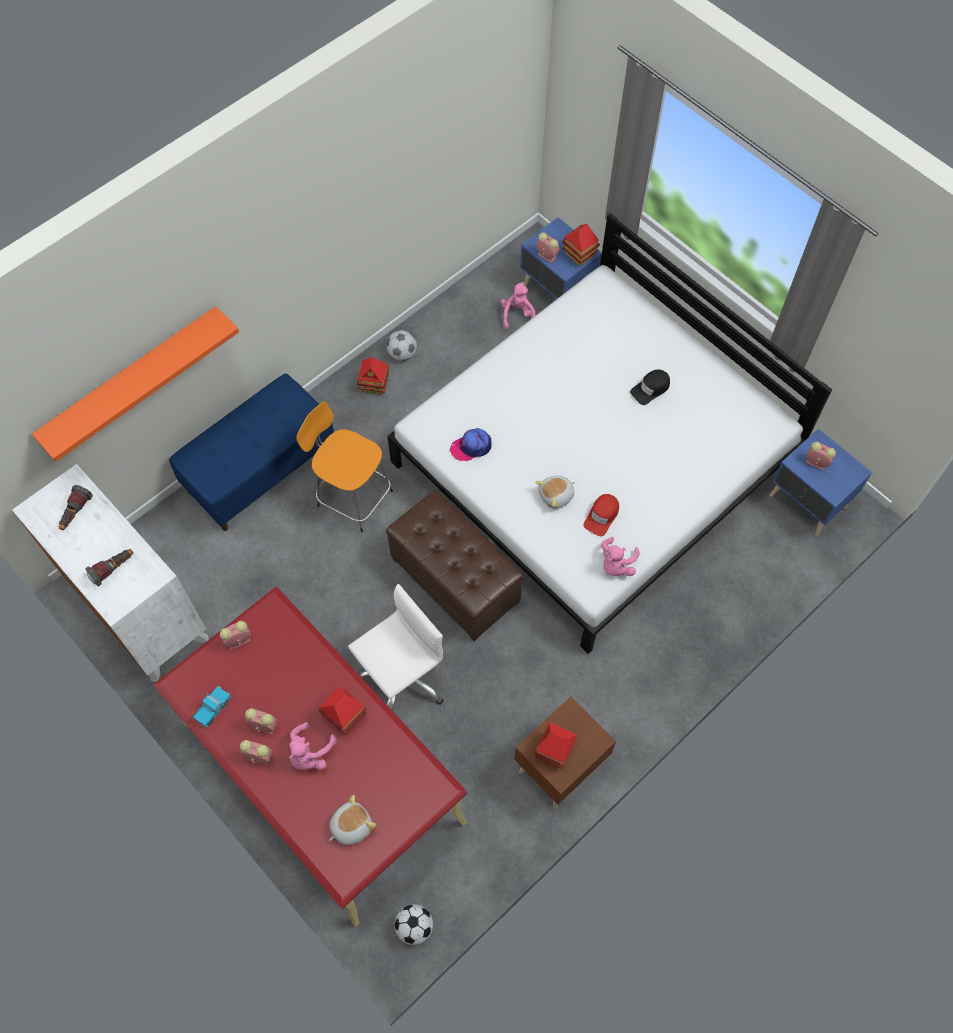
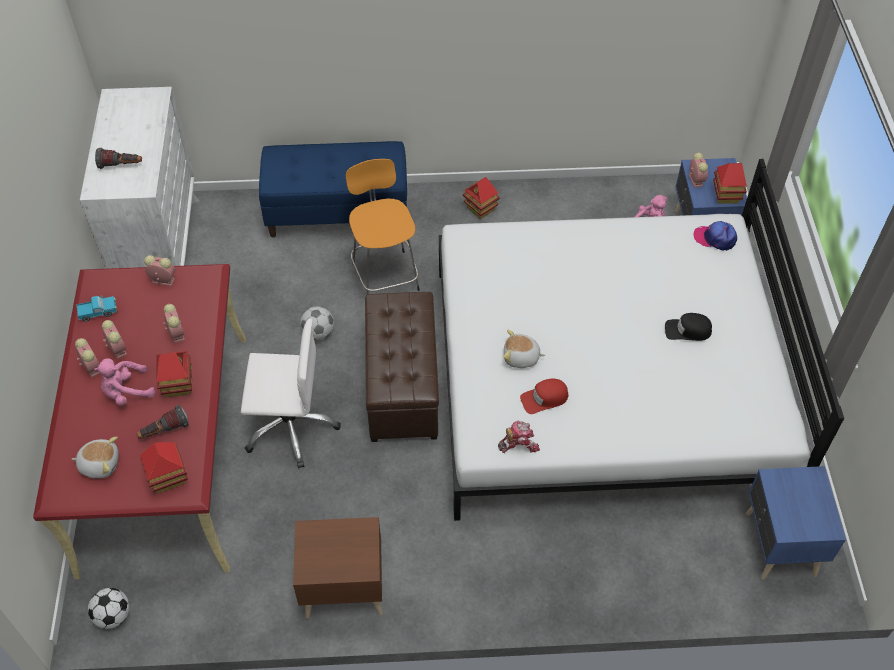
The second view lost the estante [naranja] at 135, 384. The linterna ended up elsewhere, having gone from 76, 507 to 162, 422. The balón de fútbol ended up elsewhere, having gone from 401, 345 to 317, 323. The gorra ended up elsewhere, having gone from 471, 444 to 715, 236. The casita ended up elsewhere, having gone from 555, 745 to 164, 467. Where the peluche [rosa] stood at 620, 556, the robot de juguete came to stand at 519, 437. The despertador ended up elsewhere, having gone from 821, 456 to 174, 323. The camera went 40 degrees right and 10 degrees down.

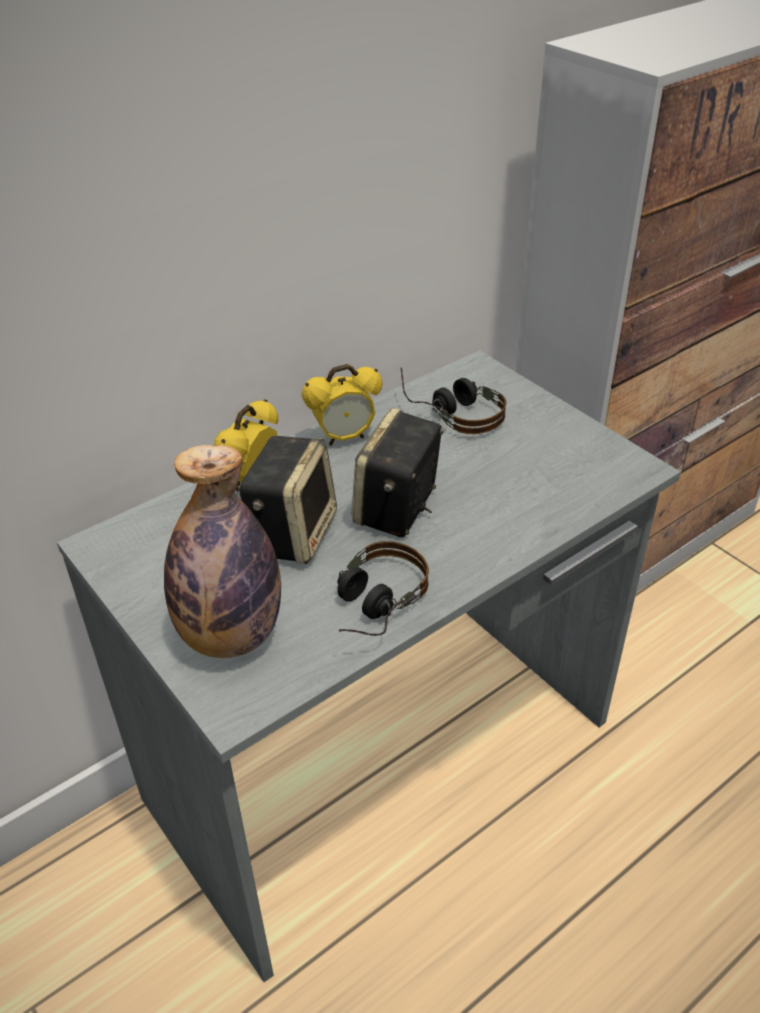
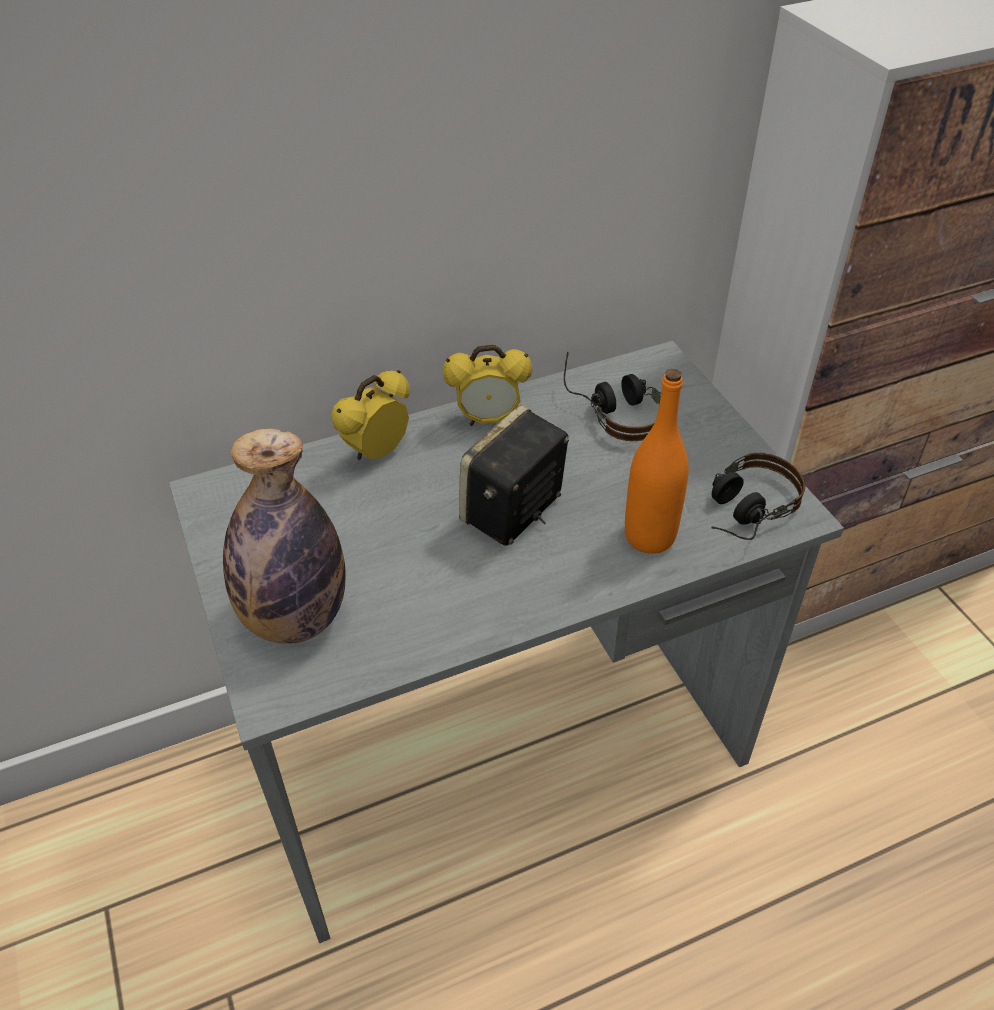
The second view lost the altavoz at 287, 500. The auriculares ended up elsewhere, having gone from 383, 588 to 758, 496. The second view gained the botella [naranja] at 657, 461. The camera went 15 degrees right and 5 degrees up.

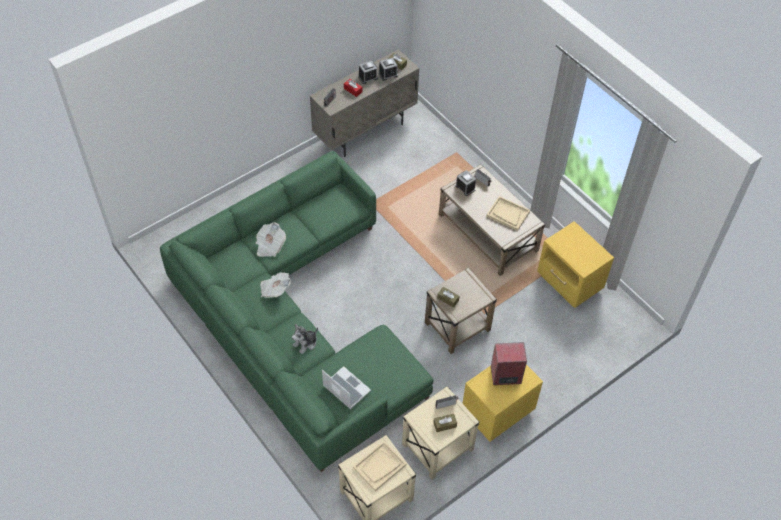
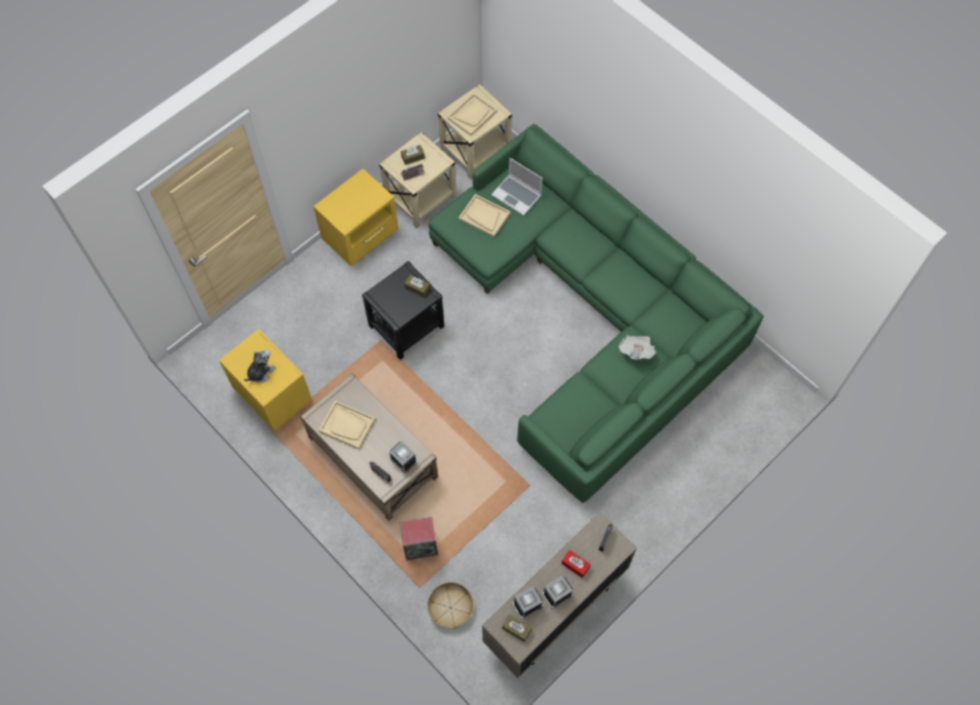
The second view lost the periódico at 276, 285. The peluche ended up elsewhere, having gone from 305, 339 to 260, 366. What was the mesa auxiliar [beis] at 461, 311 turned into the mesa auxiliar [negro] at 403, 310. The altavoz ended up elsewhere, having gone from 509, 363 to 419, 538. The second view gained the cesta at 450, 605. The second view gained the bandeja [beis] at 485, 215. The camera went 175 degrees right and 10 degrees up.

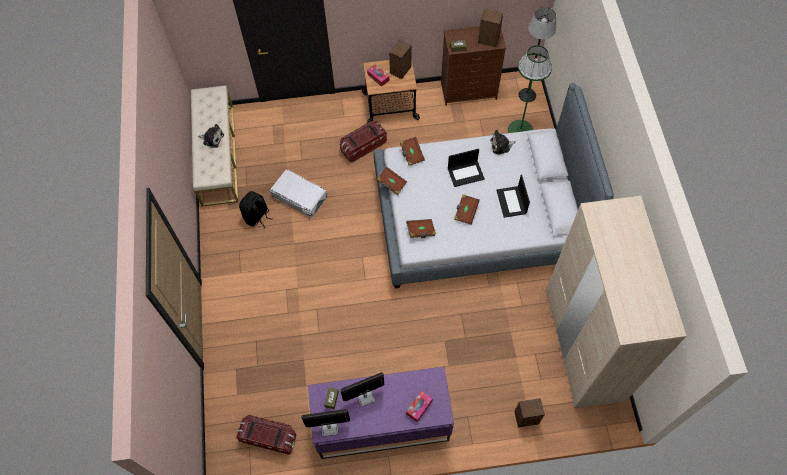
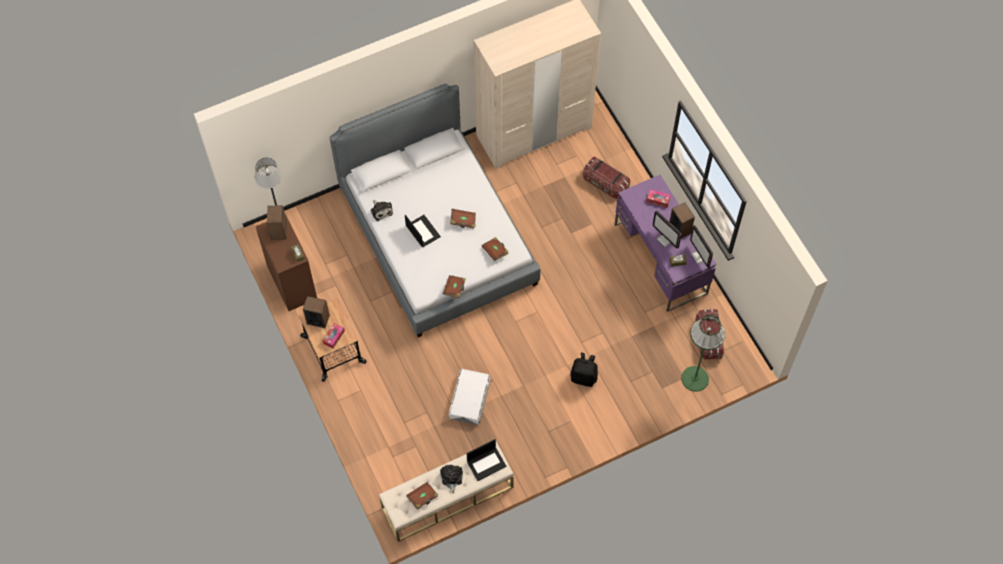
The mochila [negro] ended up elsewhere, having gone from 256, 209 to 584, 370. The caja de almacenaje ended up elsewhere, having gone from 363, 142 to 606, 178. The libro [marrón] ended up elsewhere, having gone from 412, 151 to 422, 495. The portátil ended up elsewhere, having gone from 513, 196 to 487, 460. The lámpara de pie [verde] ended up elsewhere, having gone from 530, 89 to 703, 353. The altavoz ended up elsewhere, having gone from 529, 413 to 682, 220. The camera went 110 degrees left and 0 degrees up.

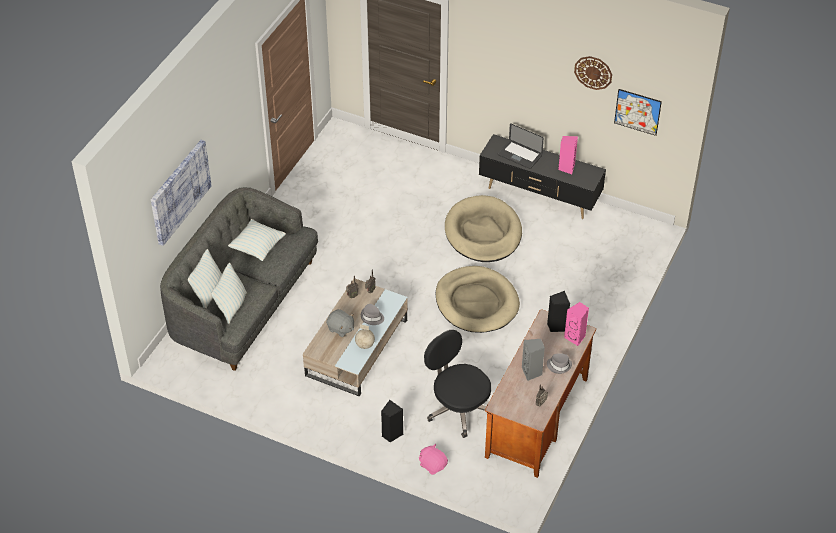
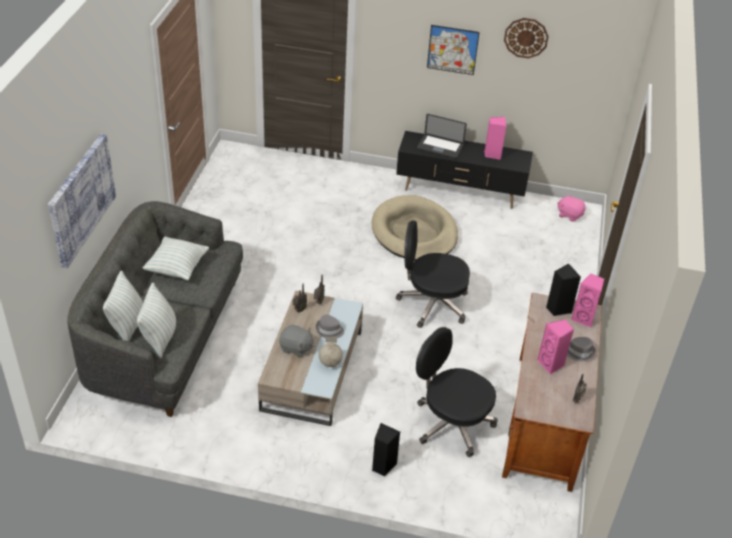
The peluche [rosa] ended up elsewhere, having gone from 433, 459 to 571, 208. Where the cama para perro [beis] stood at 477, 299, the silla de oficina [negro] came to stand at 433, 274. What was the altavoz [gris] at 533, 360 turned into the altavoz [rosa] at 556, 347. The cuadro ended up elsewhere, having gone from 638, 112 to 453, 50. The camera went 15 degrees left and 5 degrees down.

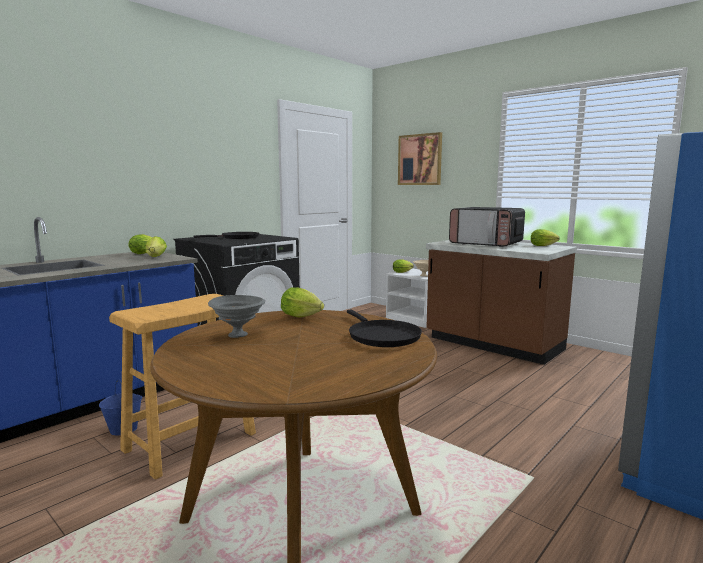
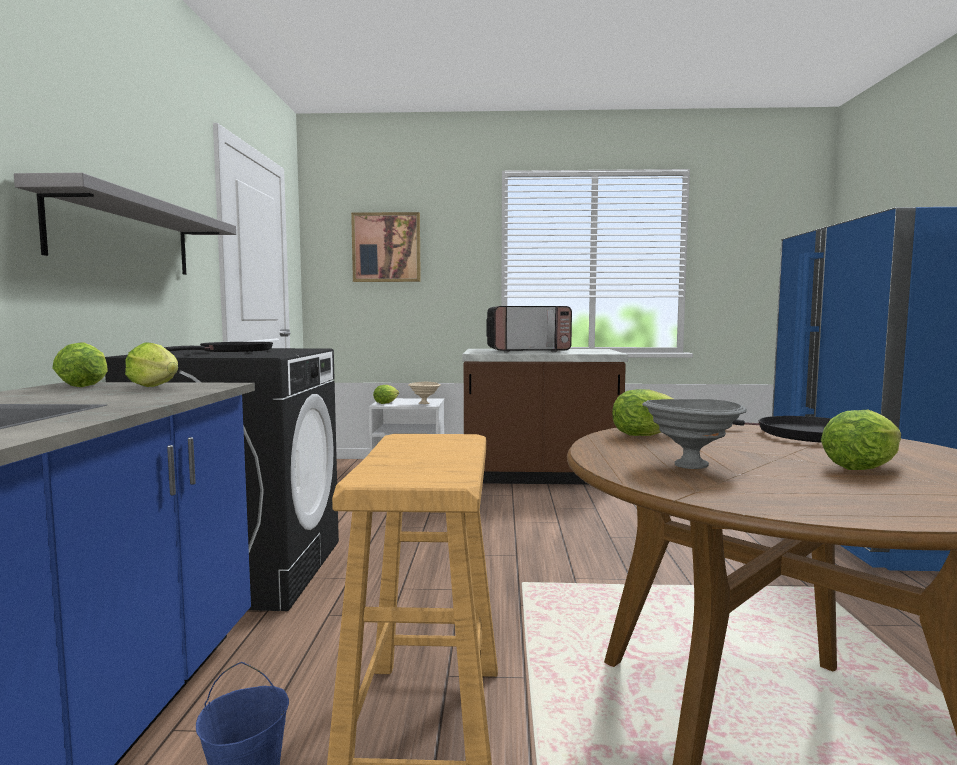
The lechuga ended up elsewhere, having gone from 545, 237 to 861, 440. The second view gained the estante [gris] at 125, 224. The camera went 40 degrees left and 5 degrees down.

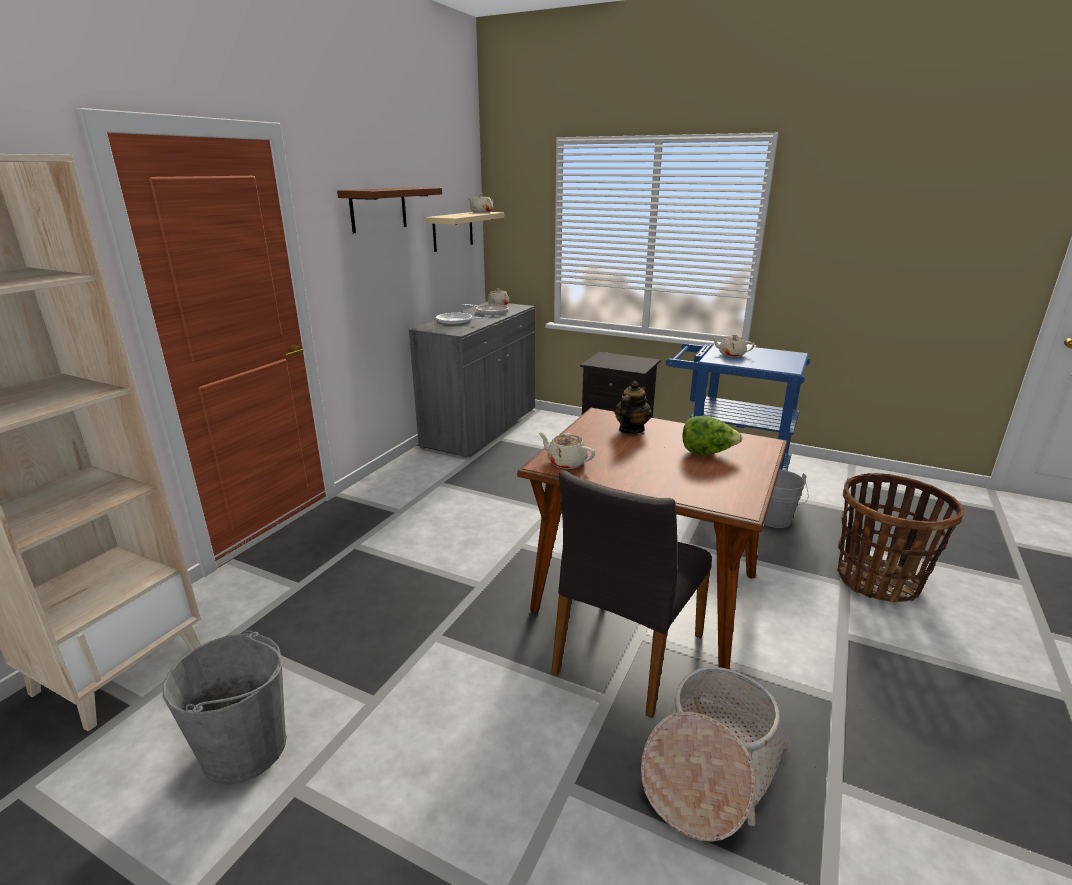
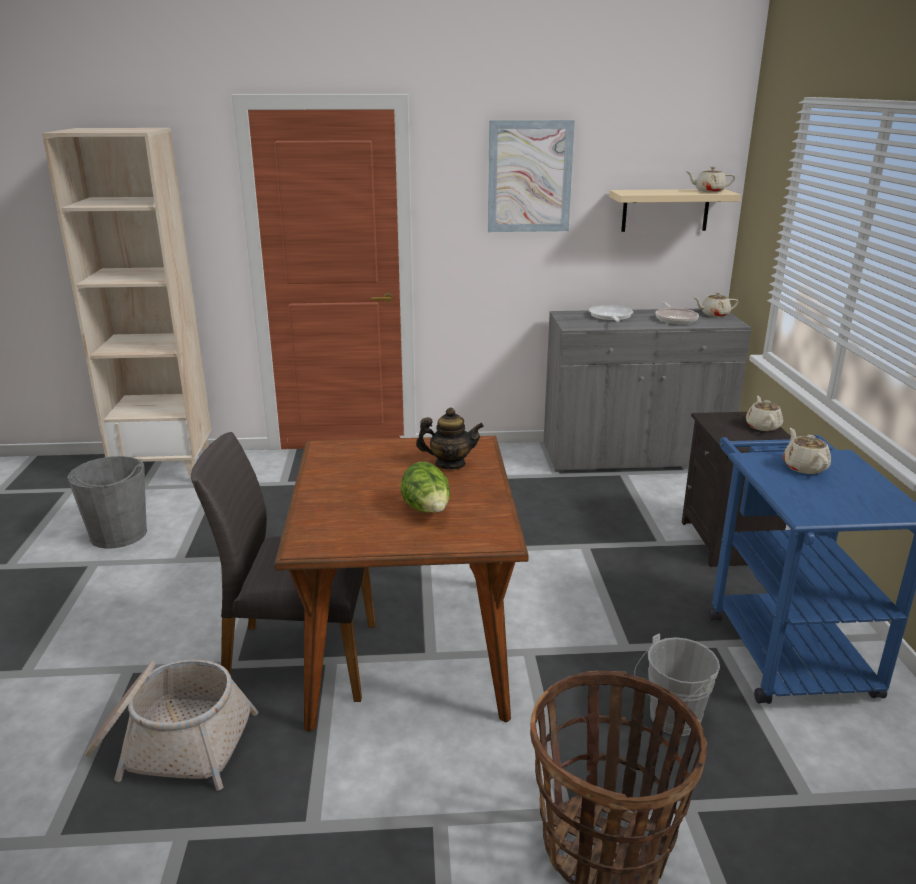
Where the estante [marrón] hung at 389, 210, the cuadro came to hang at 531, 176. The tetera [beis] ended up elsewhere, having gone from 567, 450 to 764, 413. The camera went 60 degrees right and 0 degrees up.

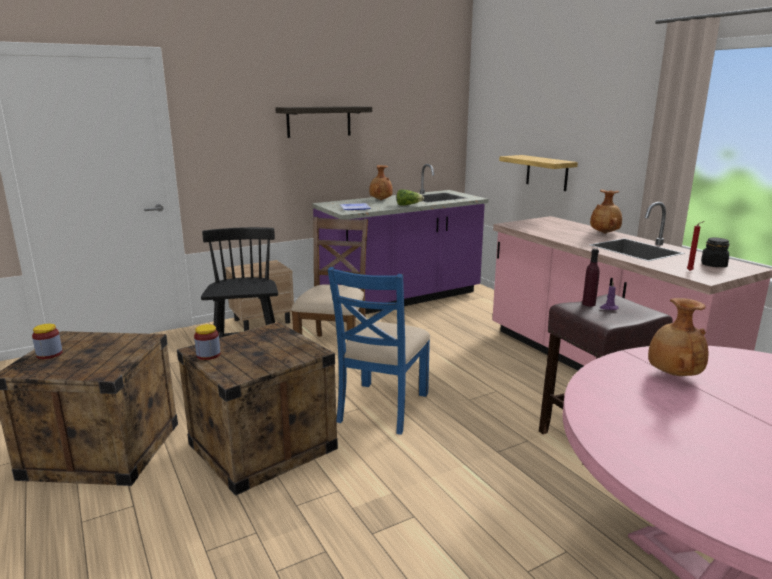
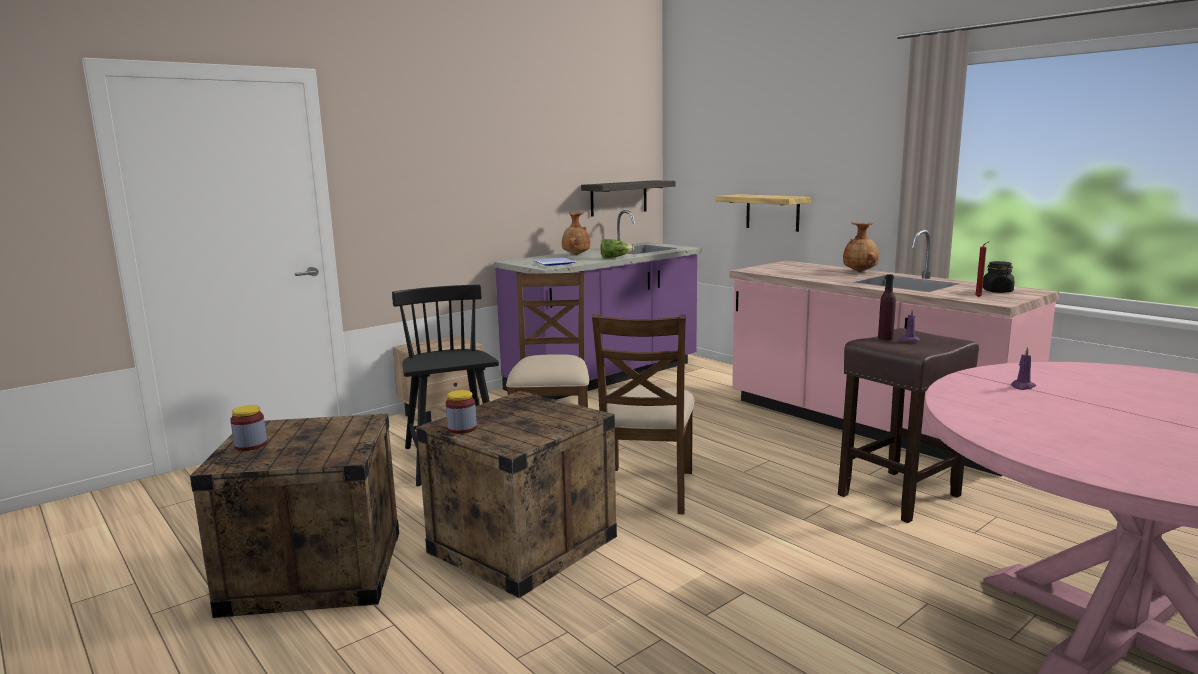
The estante ended up elsewhere, having gone from 323, 122 to 628, 198. What was the silla [azul] at 379, 351 turned into the silla [marrón] at 643, 414. Where the florero [marrón] stood at 678, 337, the vela [morado] came to stand at 1023, 368. The camera went 10 degrees left and 5 degrees down.

